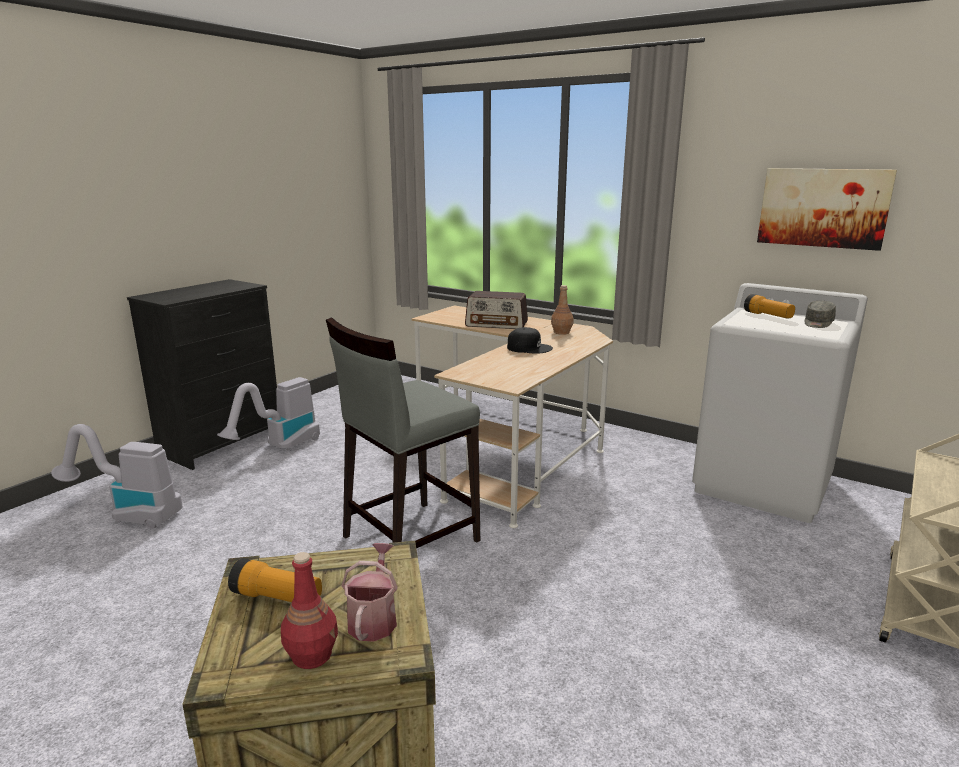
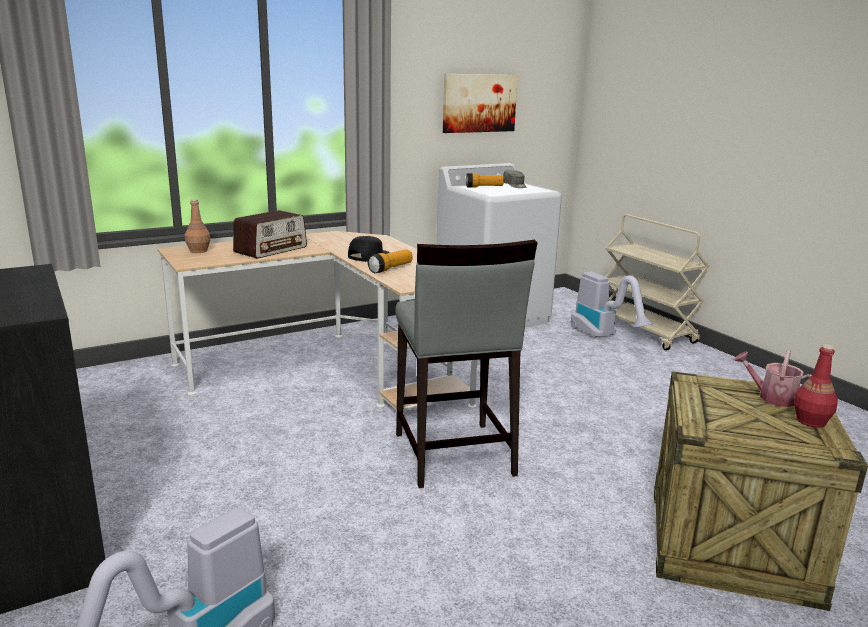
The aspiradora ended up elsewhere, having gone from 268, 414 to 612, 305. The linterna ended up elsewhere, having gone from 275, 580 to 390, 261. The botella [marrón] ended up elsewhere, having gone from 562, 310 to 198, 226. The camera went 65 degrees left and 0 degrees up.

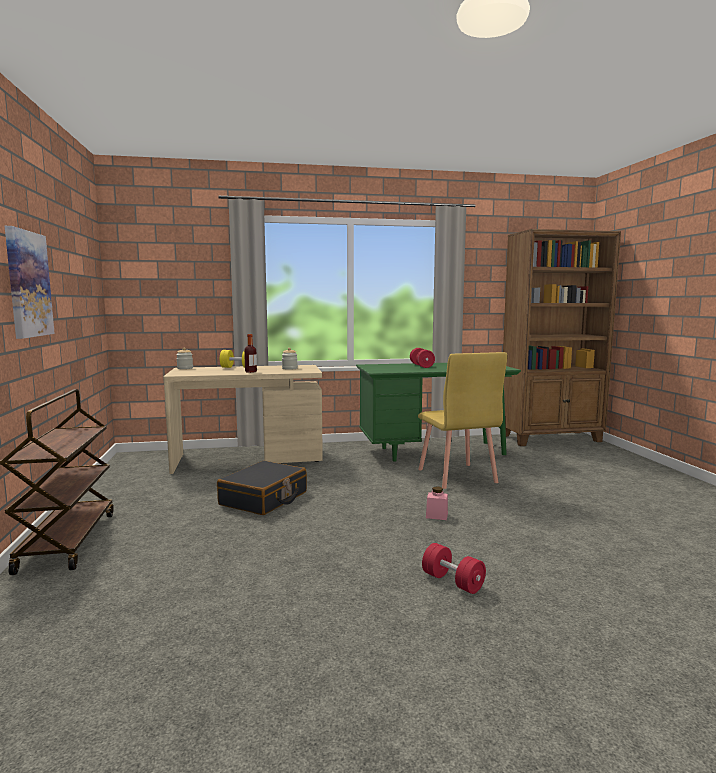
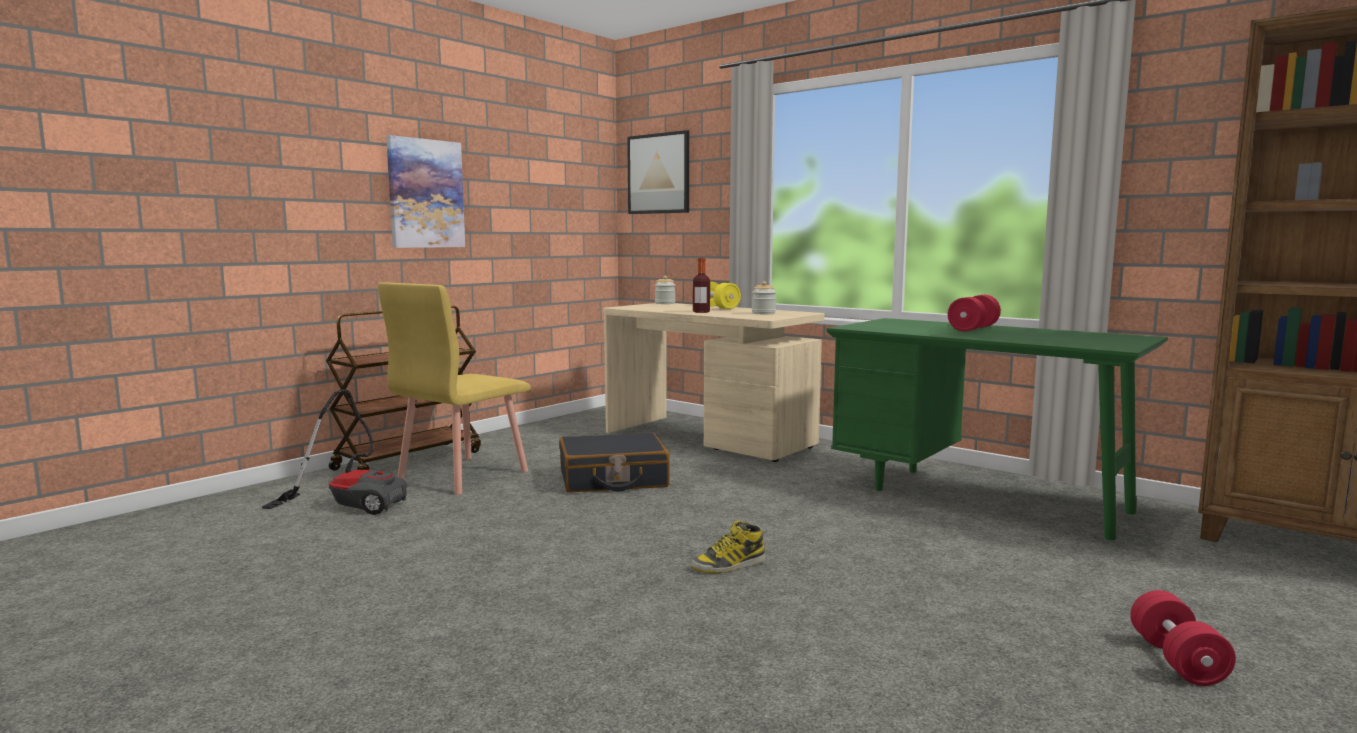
The silla [amarillo] ended up elsewhere, having gone from 462, 420 to 454, 388. The mancuerna [rojo] ended up elsewhere, having gone from 454, 568 to 1183, 638. Where the tarro [rosa] stood at 437, 503, the bota came to stand at 728, 546. The second view gained the aspiradora at 334, 452. The second view gained the cuadro at 658, 172. The camera went 50 degrees right and 0 degrees up.

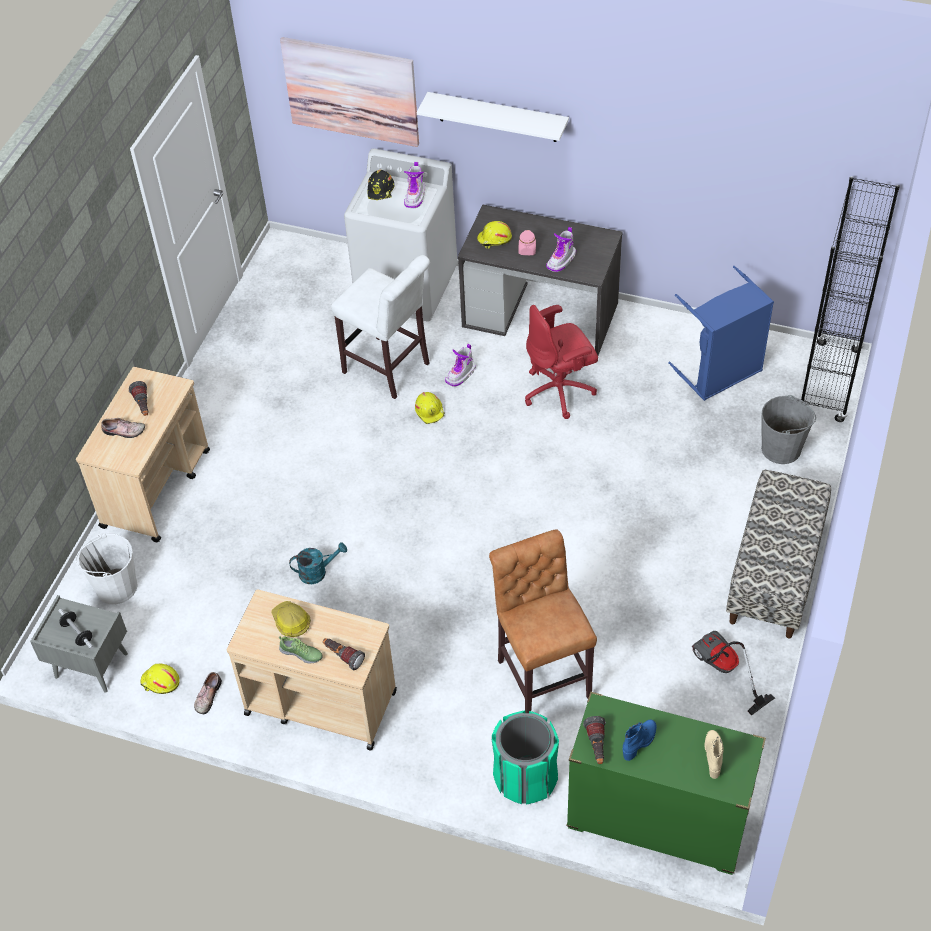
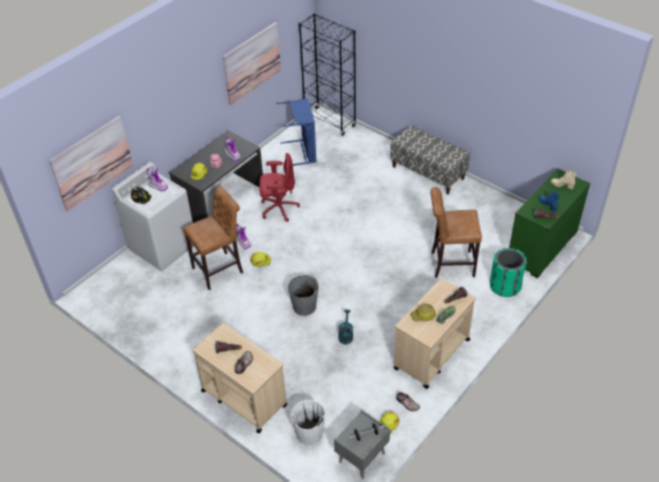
What was the taburete [blanco] at 380, 327 turned into the taburete [marrón] at 213, 238. The second view lost the estante [blanco] at 493, 117. The silla de oficina [rojo] at 561, 362 ended up facing another way, 90 degrees counterclockwise from before. The second view lost the aspiradora at 733, 673. The cubo [gris] ended up elsewhere, having gone from 788, 429 to 303, 295. The second view gained the cuadro at 252, 63. The camera went 70 degrees left and 5 degrees down.

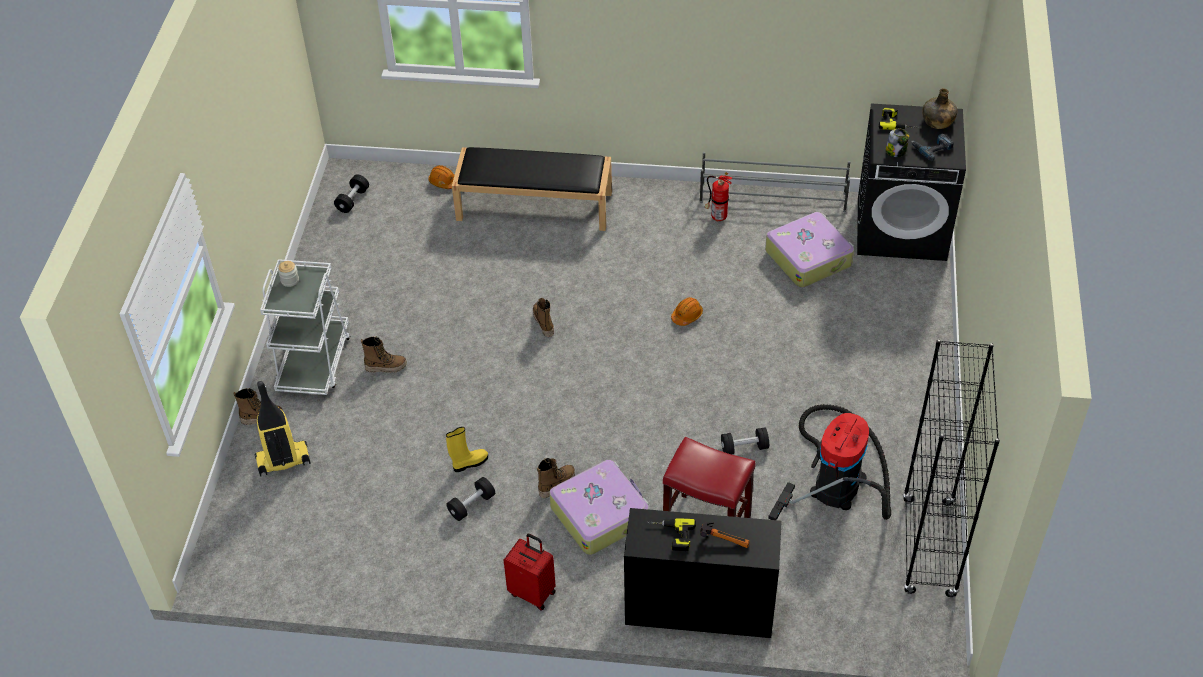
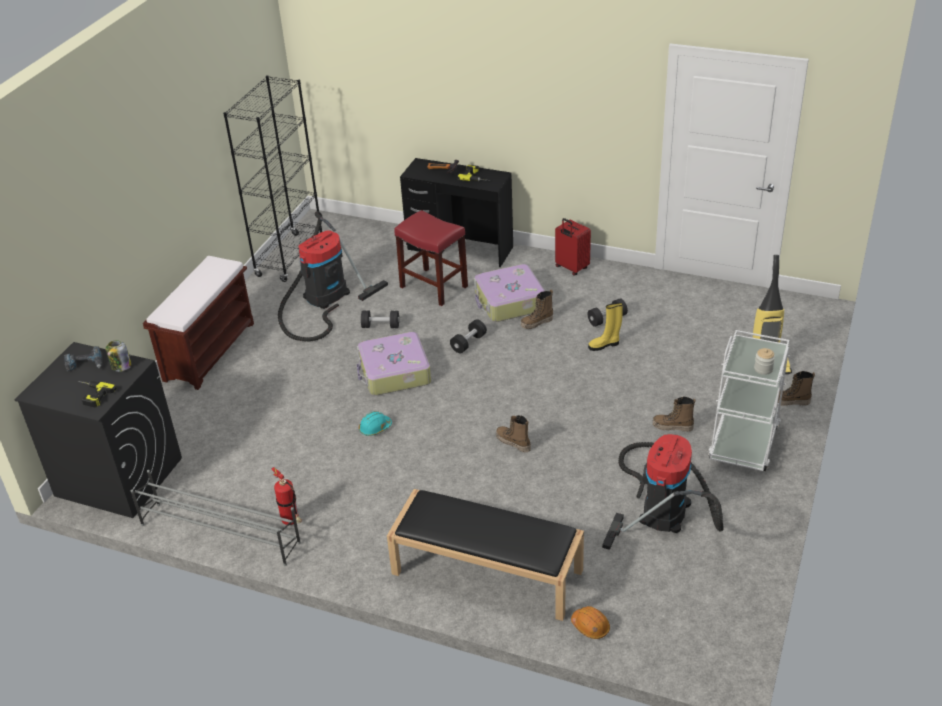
The mancuerna [negro] ended up elsewhere, having gone from 351, 193 to 468, 336. The bota at 543, 317 ended up facing another way, 135 degrees clockwise from before. What was the casco [naranja] at 687, 311 turned into the casco [turquesa] at 375, 423. The maleta ended up elsewhere, having gone from 809, 250 to 394, 363. The second view lost the botella [verde] at 939, 108. The second view gained the banco [marrón] at 198, 323. The second view gained the aspiradora at 663, 492. The camera went 165 degrees left and 10 degrees down.

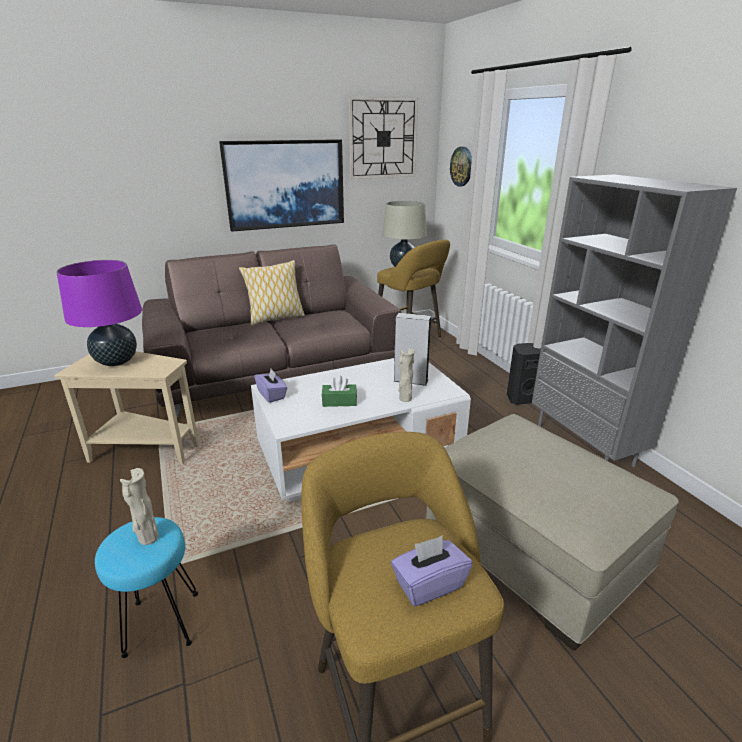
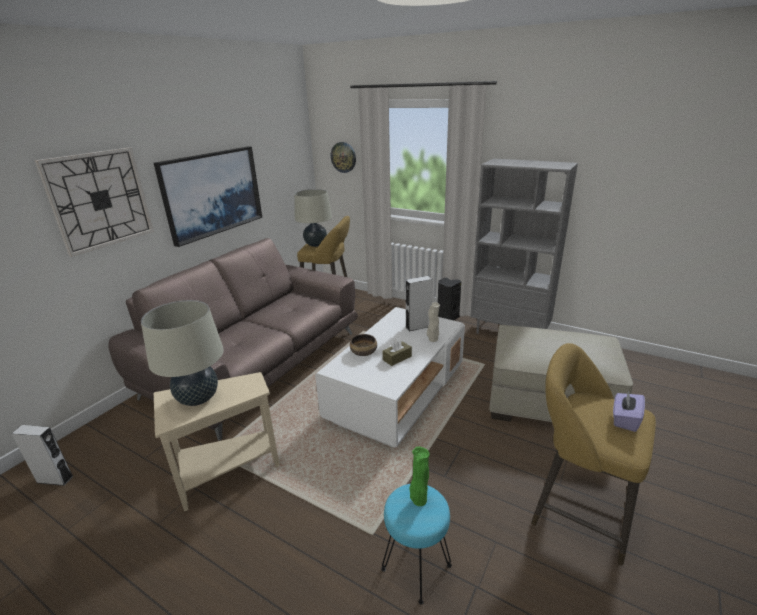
What was the lámpara de mesa [morado] at 99, 313 turned into the lámpara de mesa [beis] at 182, 353. What was the florero [beis] at 139, 506 turned into the florero [verde] at 420, 476. The second view lost the cojín at 272, 293. The second view lost the caja de pañuelos [morado] at 270, 386. What was the caja de pañuelos [verde] at 339, 391 turned into the caja de pañuelos [marrón] at 397, 352. The reloj de pared ended up elsewhere, having gone from 383, 138 to 94, 202. The second view gained the altavoz [gris] at 42, 455. The second view gained the cuenco at 363, 345. The camera went 35 degrees left and 0 degrees up.

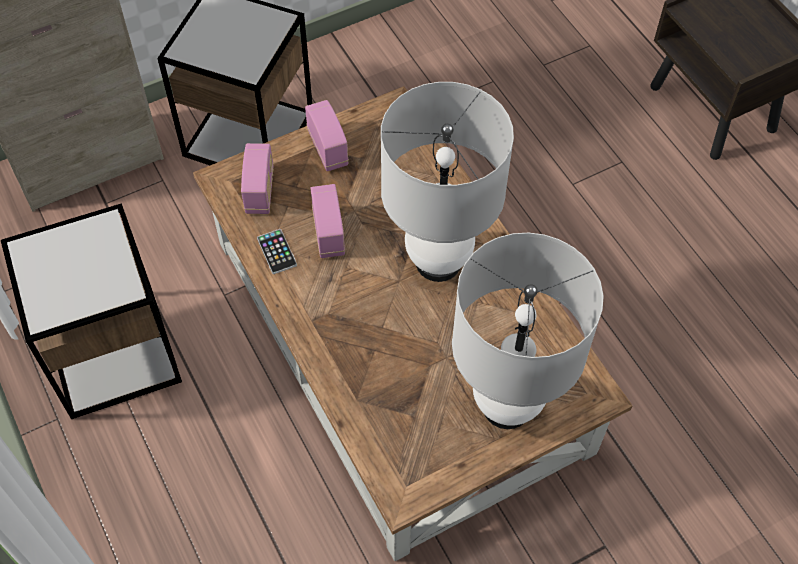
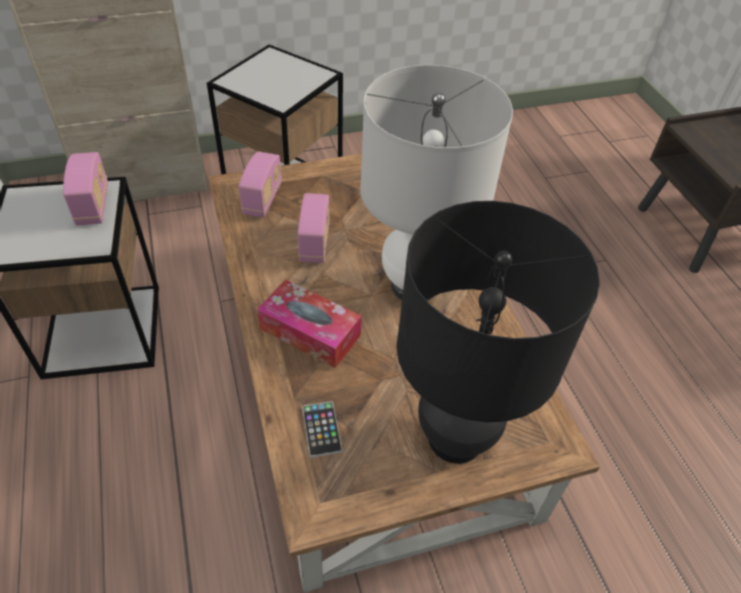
The móvil ended up elsewhere, having gone from 277, 251 to 322, 429. The radio ended up elsewhere, having gone from 327, 135 to 85, 188. What was the lámpara de mesa [blanco] at 528, 330 turned into the lámpara de mesa [negro] at 498, 332. The second view gained the caja de pañuelos at 309, 323. The camera went 10 degrees right and 10 degrees down.

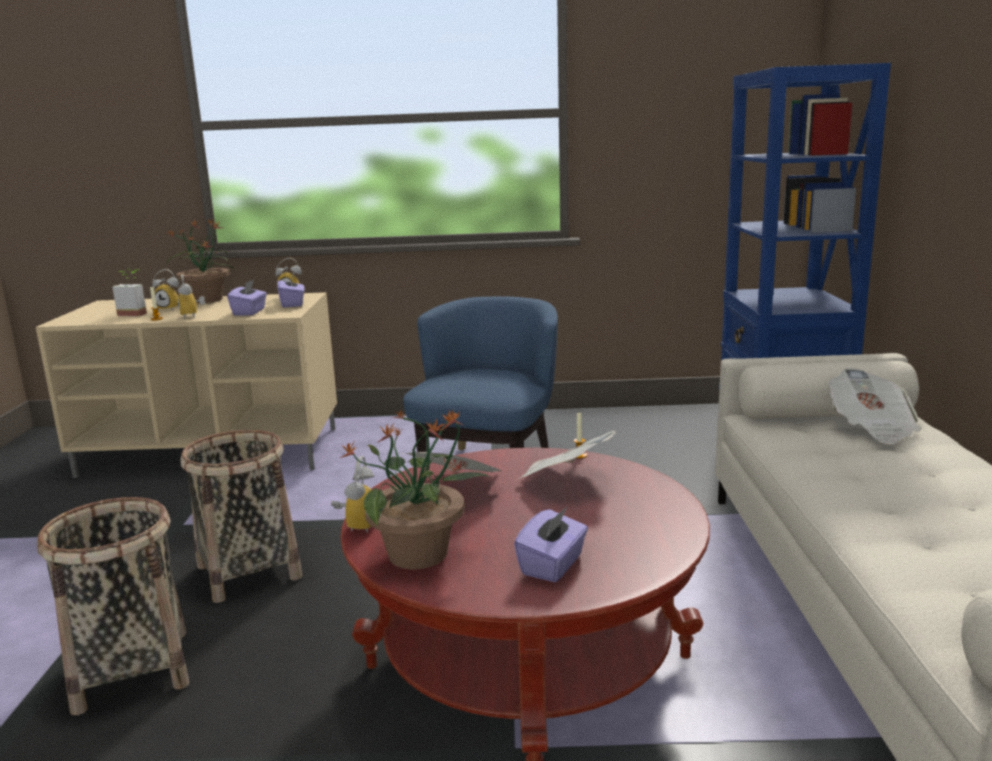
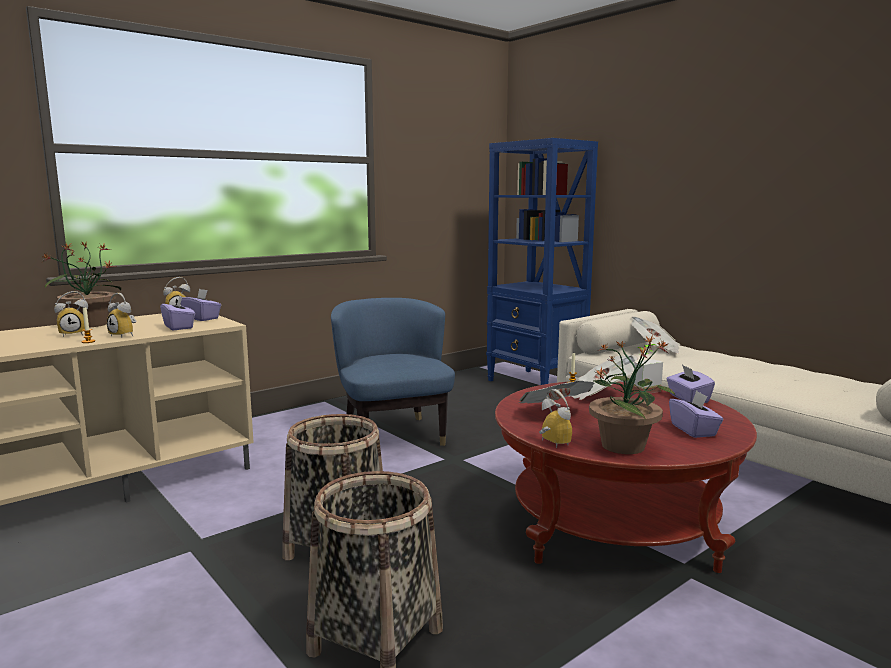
The planta en maceta ended up elsewhere, having gone from 129, 292 to 648, 369. The second view gained the caja de pañuelos [morado] at 690, 384. The camera went 40 degrees left and 5 degrees down.

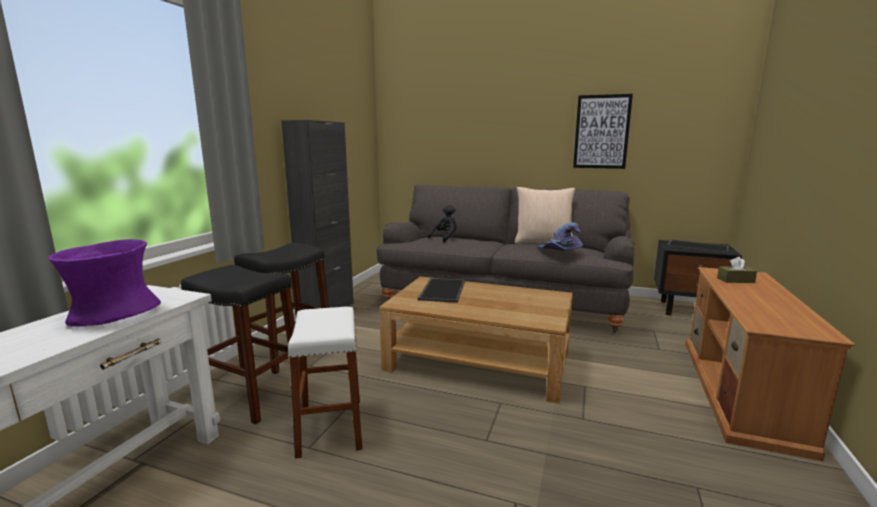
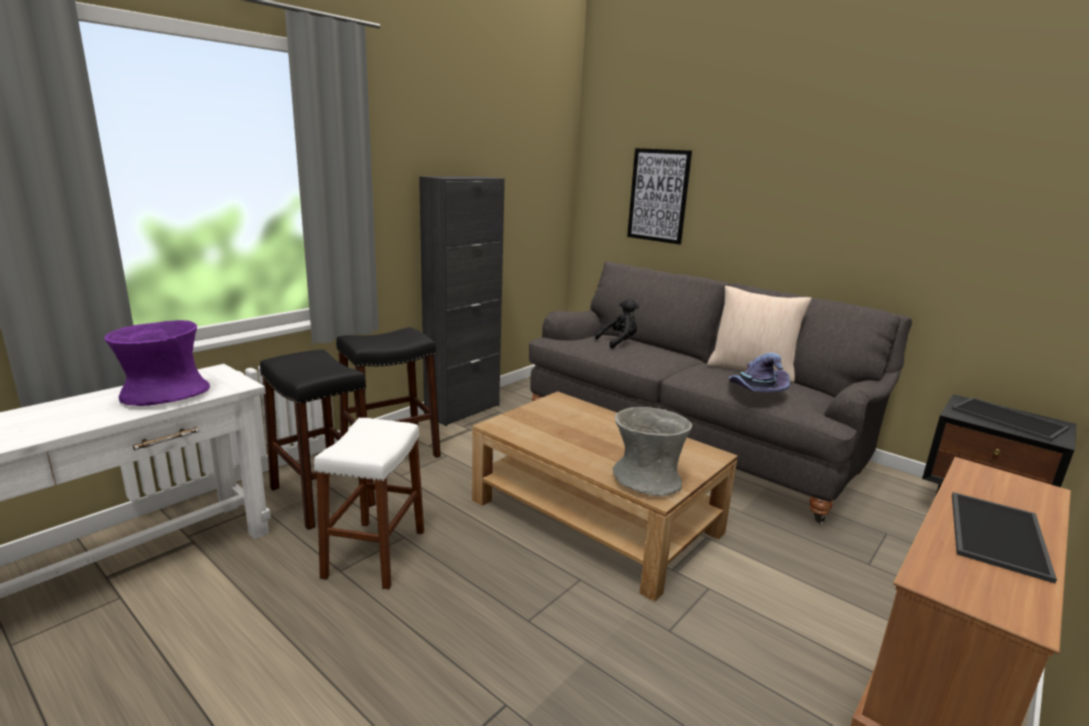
The bandeja ended up elsewhere, having gone from 441, 290 to 1004, 537. The cuadro ended up elsewhere, having gone from 603, 131 to 659, 196. The second view lost the caja de pañuelos [marrón] at 737, 270. The second view gained the florero [gris] at 652, 451. The camera went 20 degrees right and 5 degrees up.

